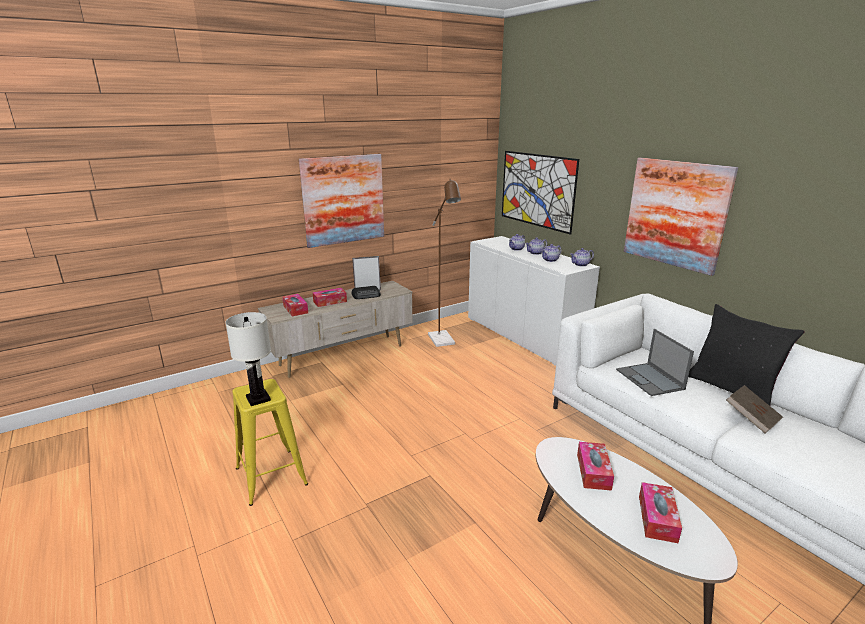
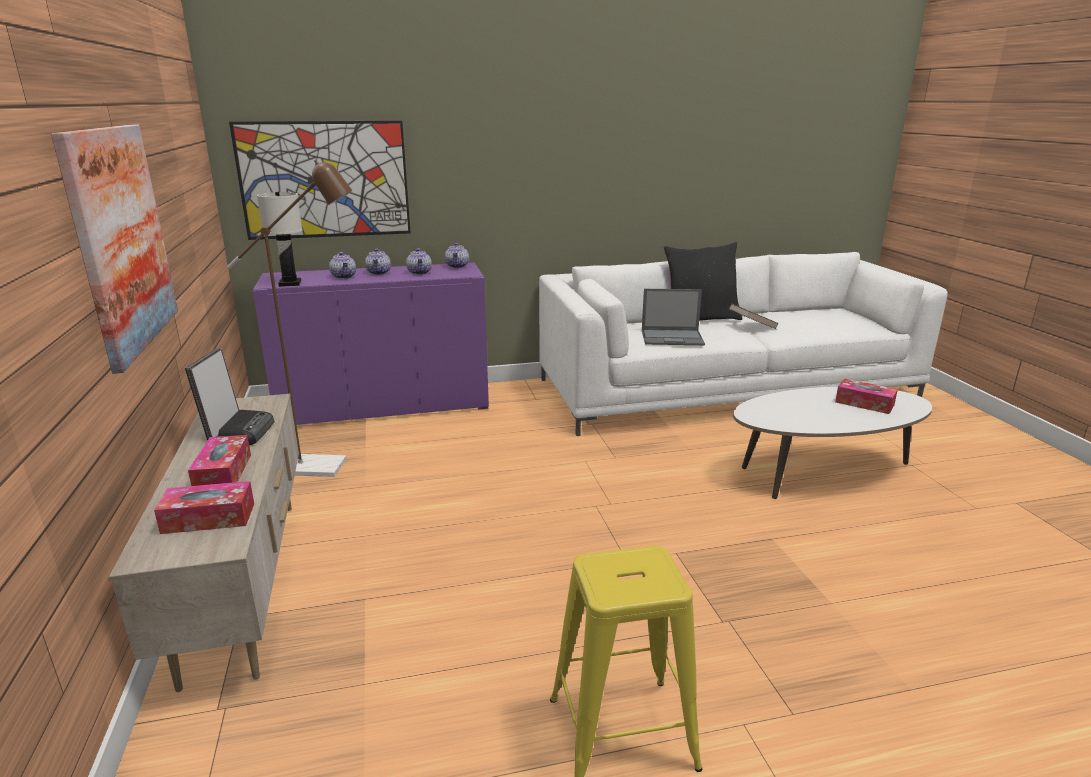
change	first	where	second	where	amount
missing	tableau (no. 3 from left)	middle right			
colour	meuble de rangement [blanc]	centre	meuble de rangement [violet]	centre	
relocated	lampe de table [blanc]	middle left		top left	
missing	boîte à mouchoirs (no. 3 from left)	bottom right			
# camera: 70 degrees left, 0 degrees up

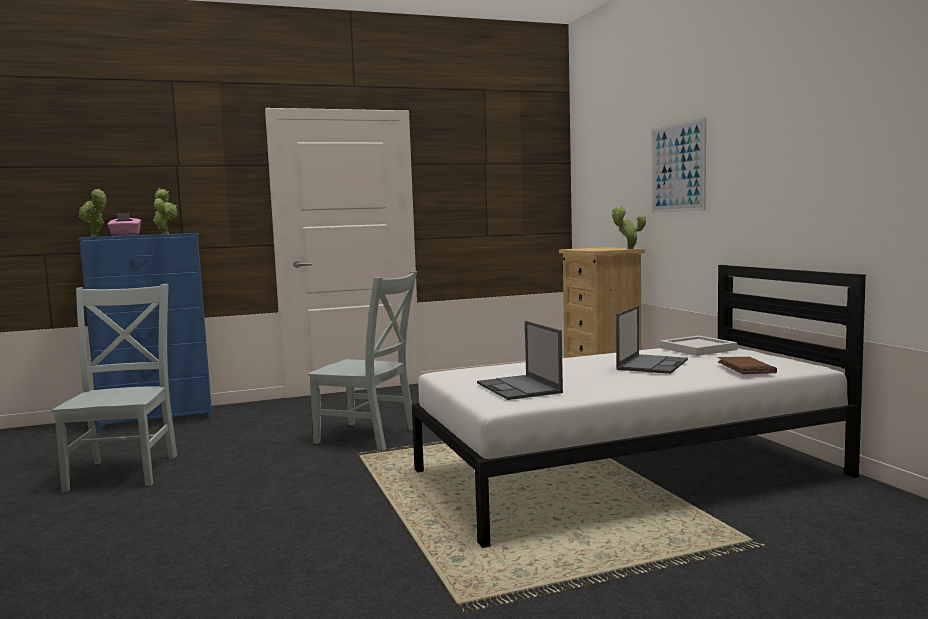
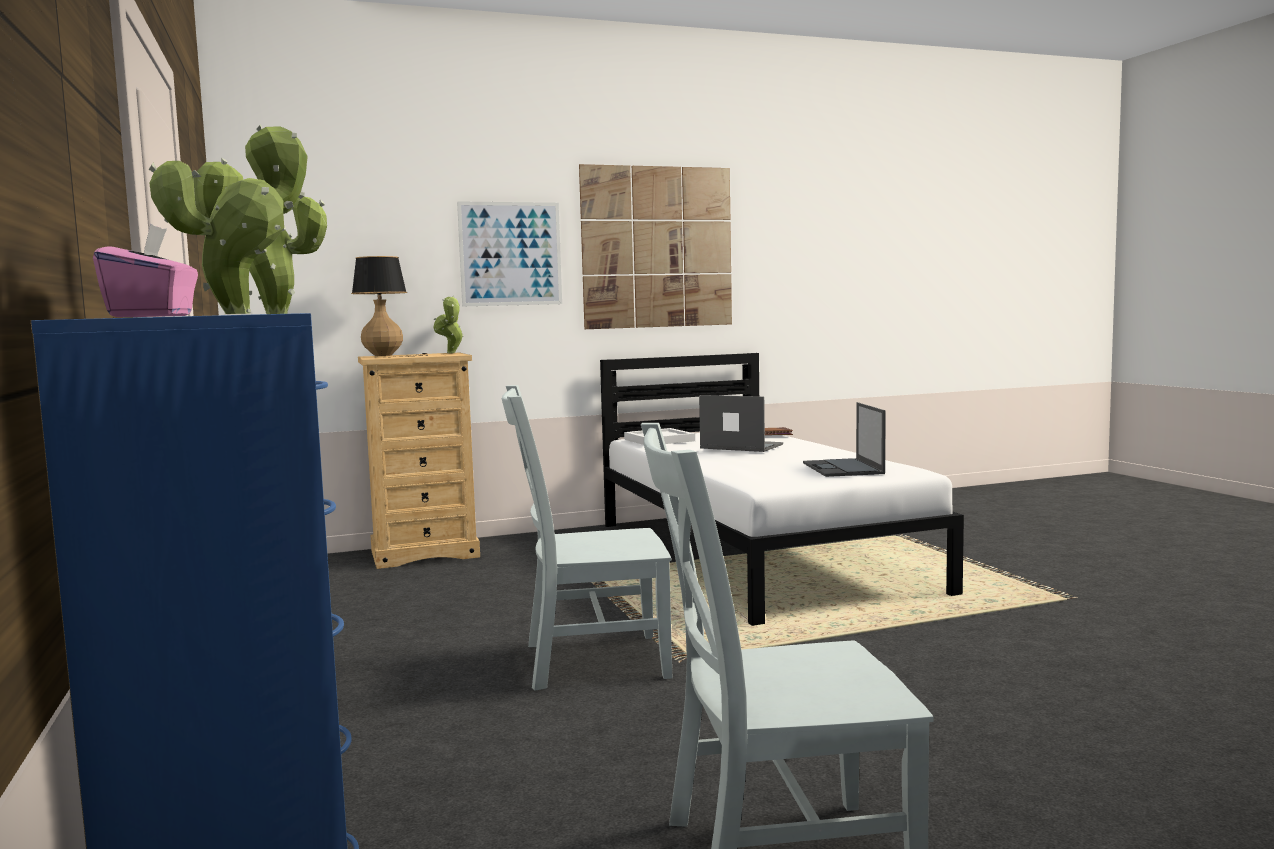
change	first	where	second	where	amount
spun	chaise [gris] (no. 2 from left in the first image)	centre	chaise [gris] (no. 1 from left)	centre	120 degrees counterclockwise
spun	ordinateur portable (no. 1 from left in the first image)	centre	ordinateur portable (no. 2 from left)	centre	105 degrees clockwise
appeared			tableau (no. 2 from left)	top centre	
appeared			lampe de table	middle left	
# camera: 90 degrees left, 0 degrees up

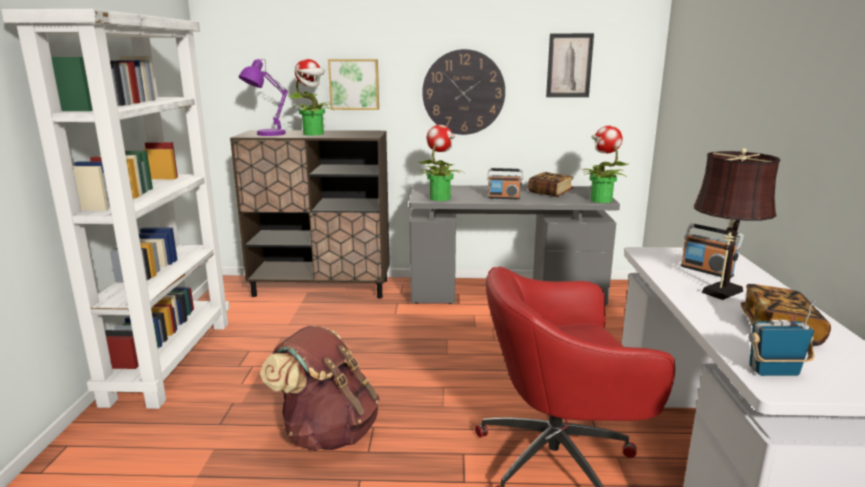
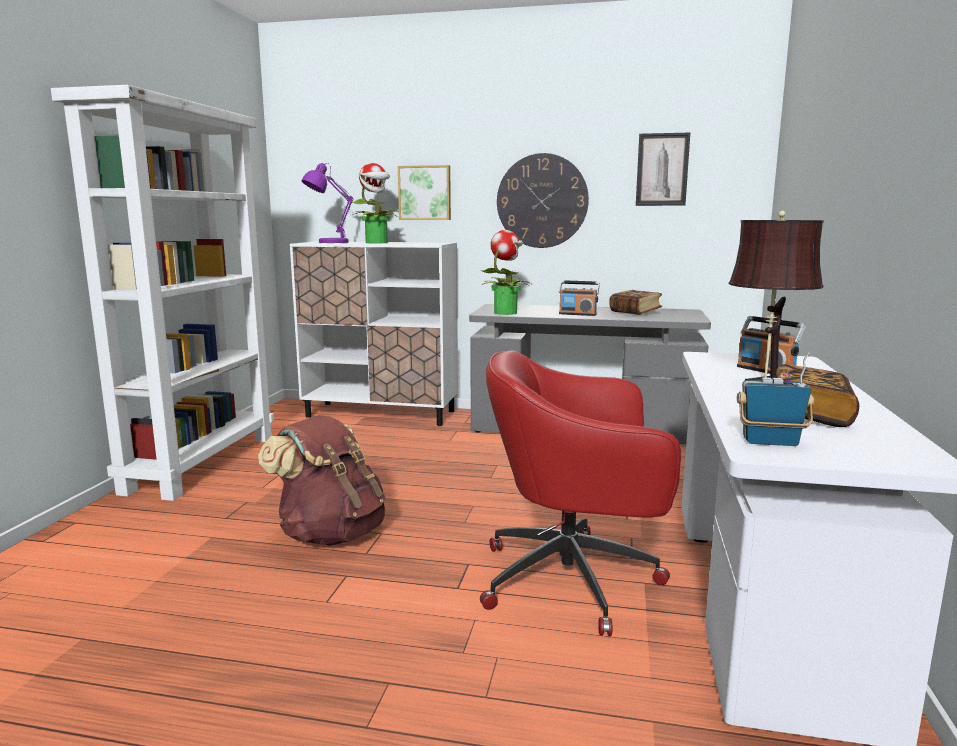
change	first	where	second	where	amount
missing	plante en pot (no. 3 from left)	middle right			
colour	meuble de rangement [marron]	centre	meuble de rangement [blanc]	centre	
# camera: 10 degrees right, 5 degrees down

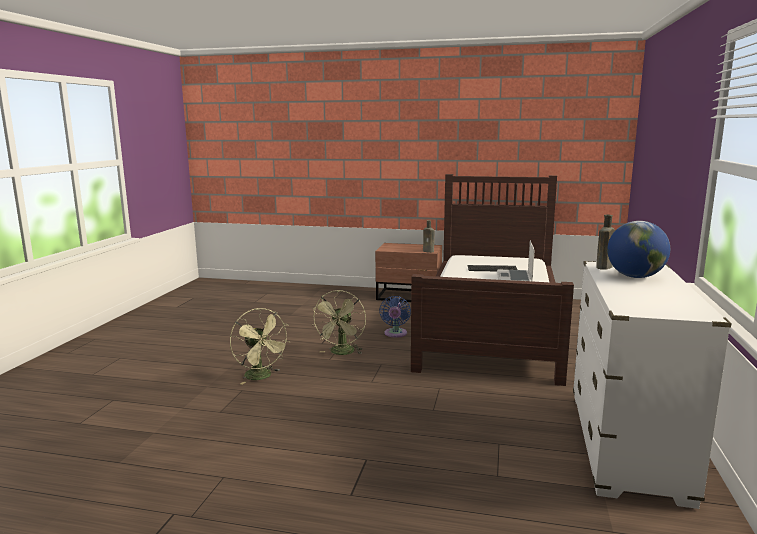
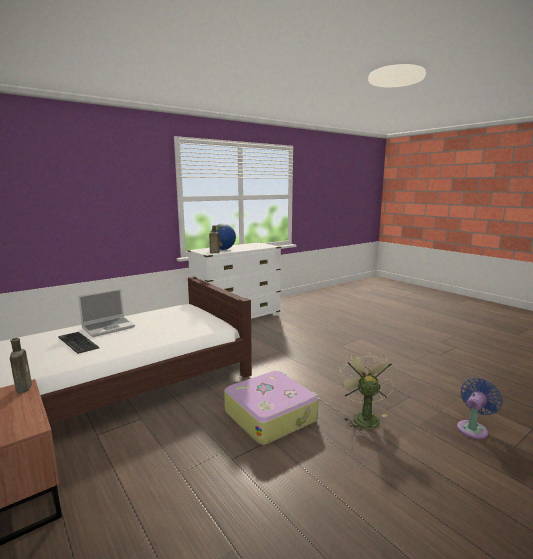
change	first	where	second	where	amount
exchanged	ventilateur [vert] (no. 2 from left)	centre	valise	bottom centre	
relocated	ventilateur [bleu]	centre		bottom right	
# camera: 140 degrees left, 0 degrees up

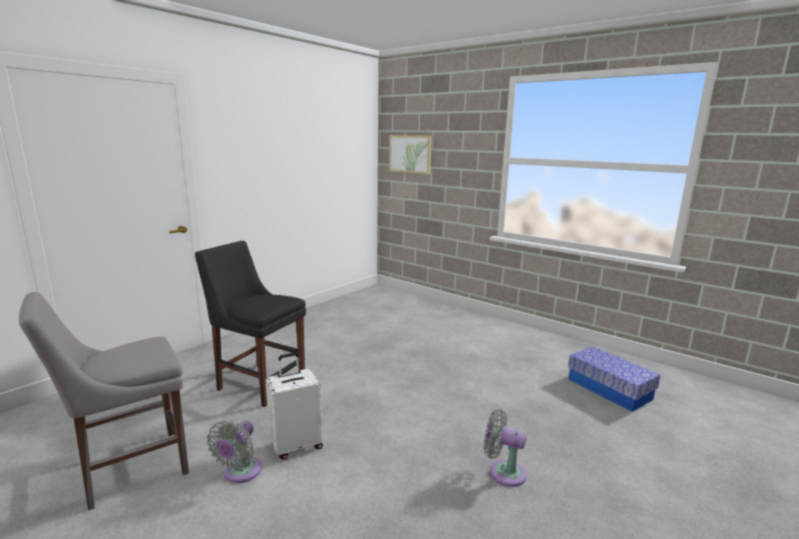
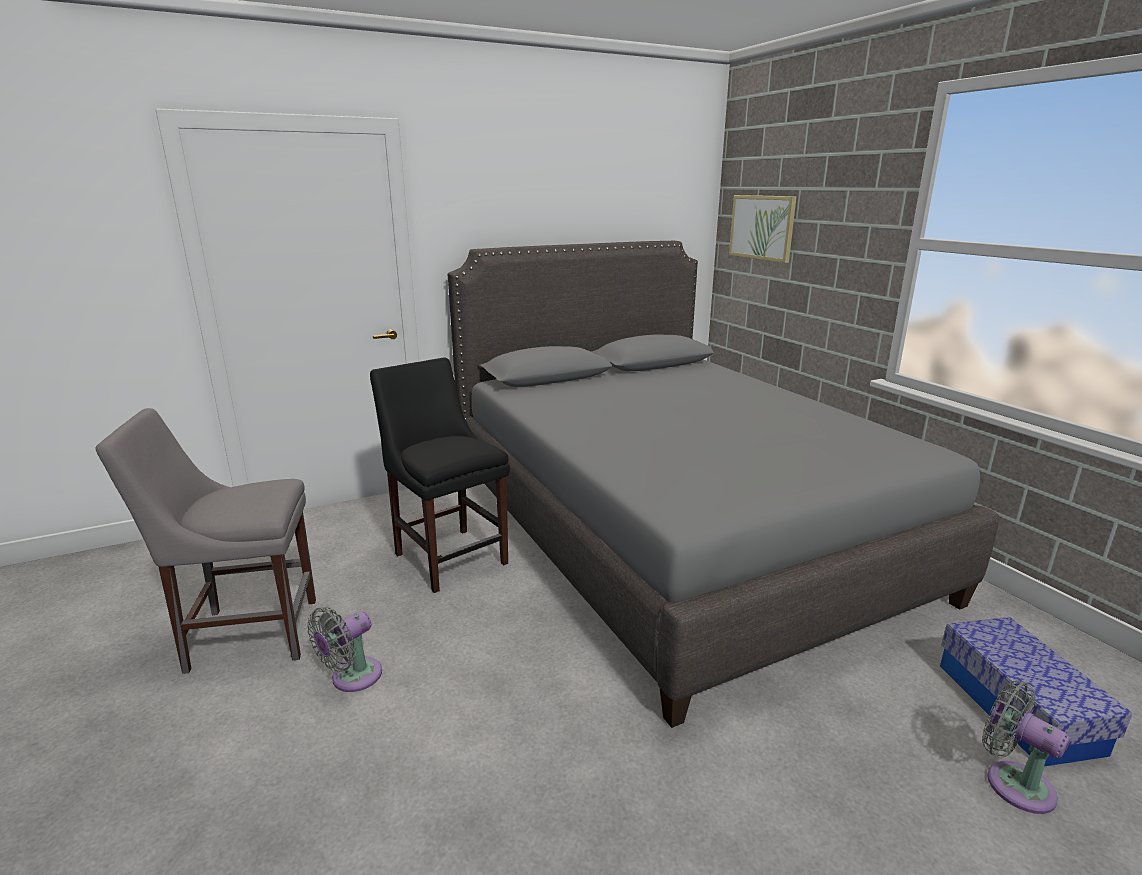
change	first	where	second	where	amount
missing	valise [blanc]	bottom centre			
relocated	ventilateur [gris] (no. 2 from left)	bottom centre		bottom right	
appeared			lit [gris]	centre	
# camera: 25 degrees right, 5 degrees up

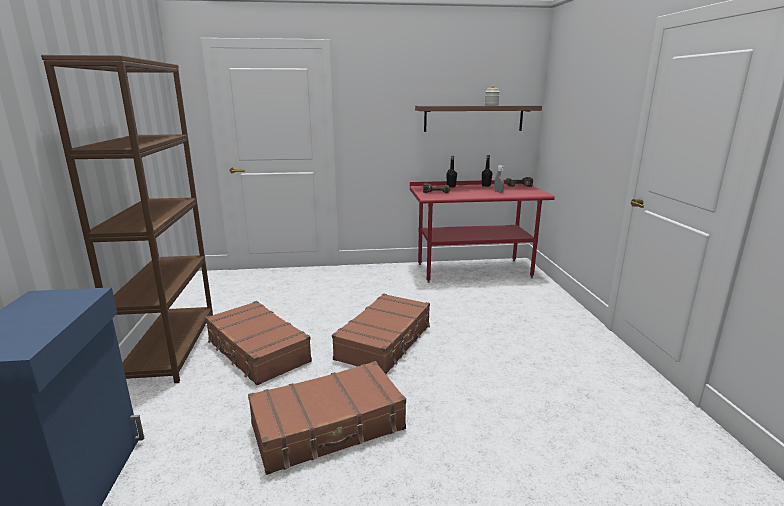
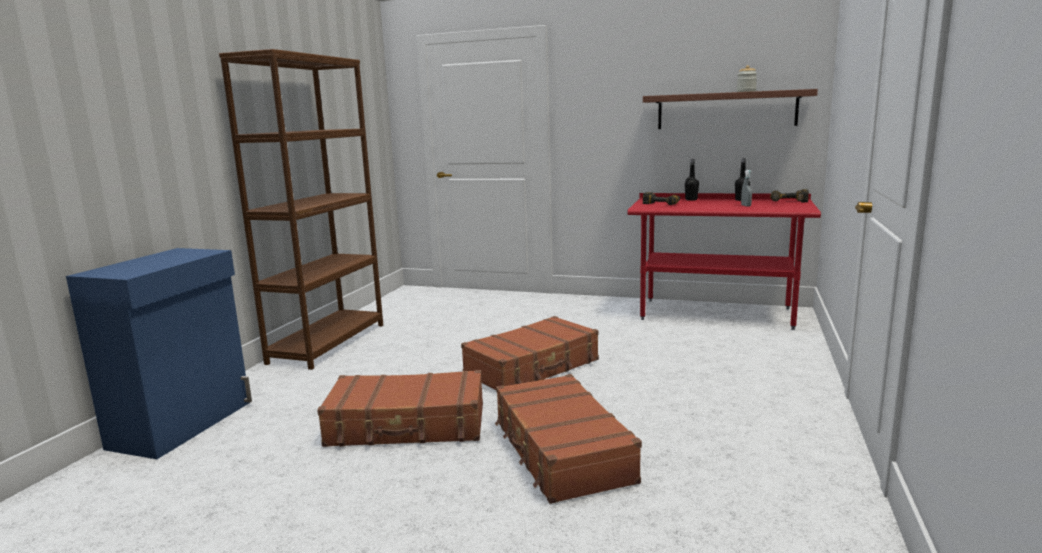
change	first	where	second	where	amount
relocated	valise [marron] (no. 1 from left in the first image)	bottom left	valise [marron] (no. 3 from left)	bottom centre	
# camera: 25 degrees right, 5 degrees down

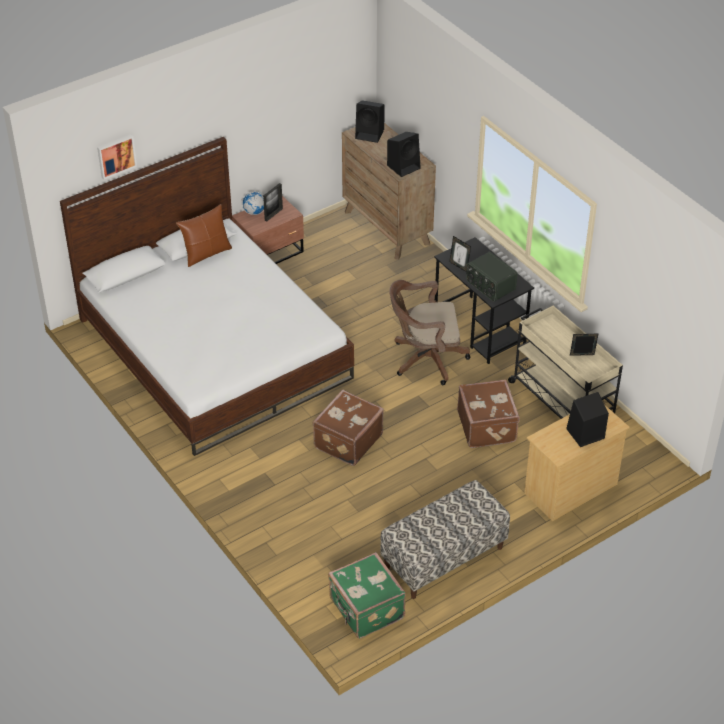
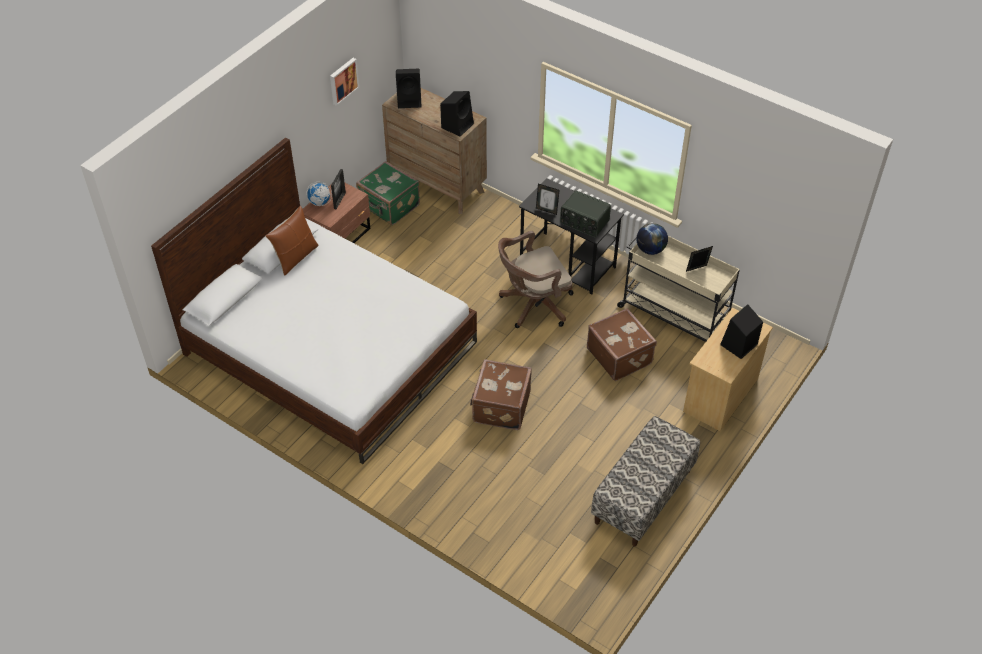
change	first	where	second	where	amount
relocated	tableau	top left		top centre	
relocated	valise [vert]	bottom centre		top centre	
appeared			globe (no. 2 from left)	centre	
# camera: 20 degrees left, 5 degrees up

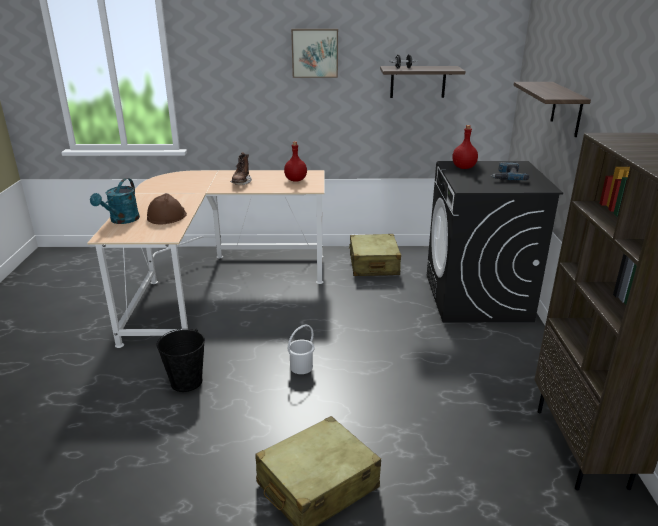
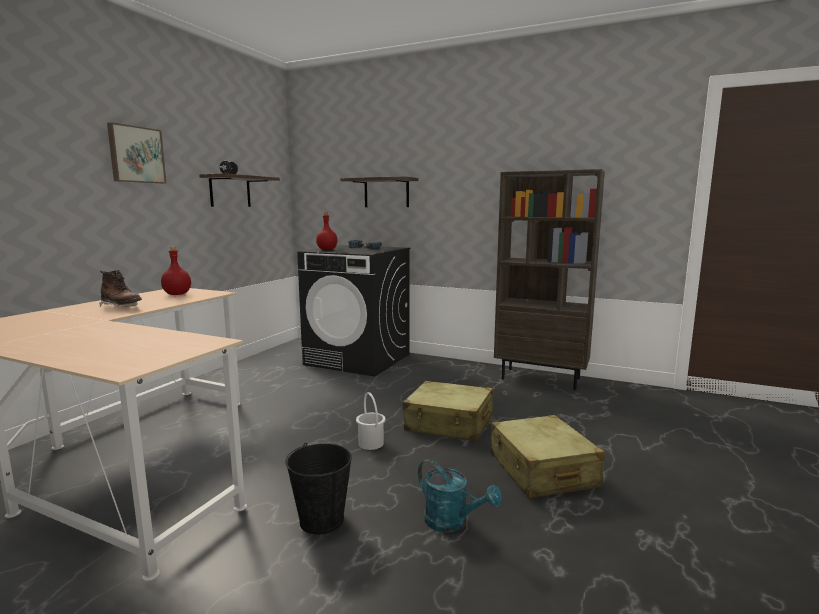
change	first	where	second	where	amount
relocated	arrosoir [turquoise]	middle left		bottom centre	
missing	casque de chantier [marron]	middle left			
relocated	valise [beige] (no. 2 from left in the first image)	centre	valise [beige] (no. 1 from left)	bottom centre	
# camera: 65 degrees left, 15 degrees down

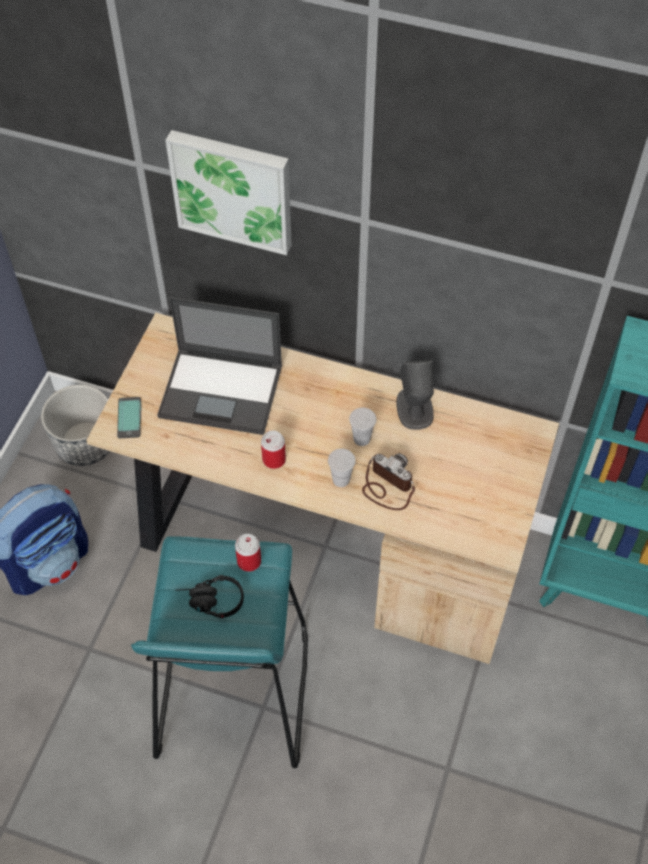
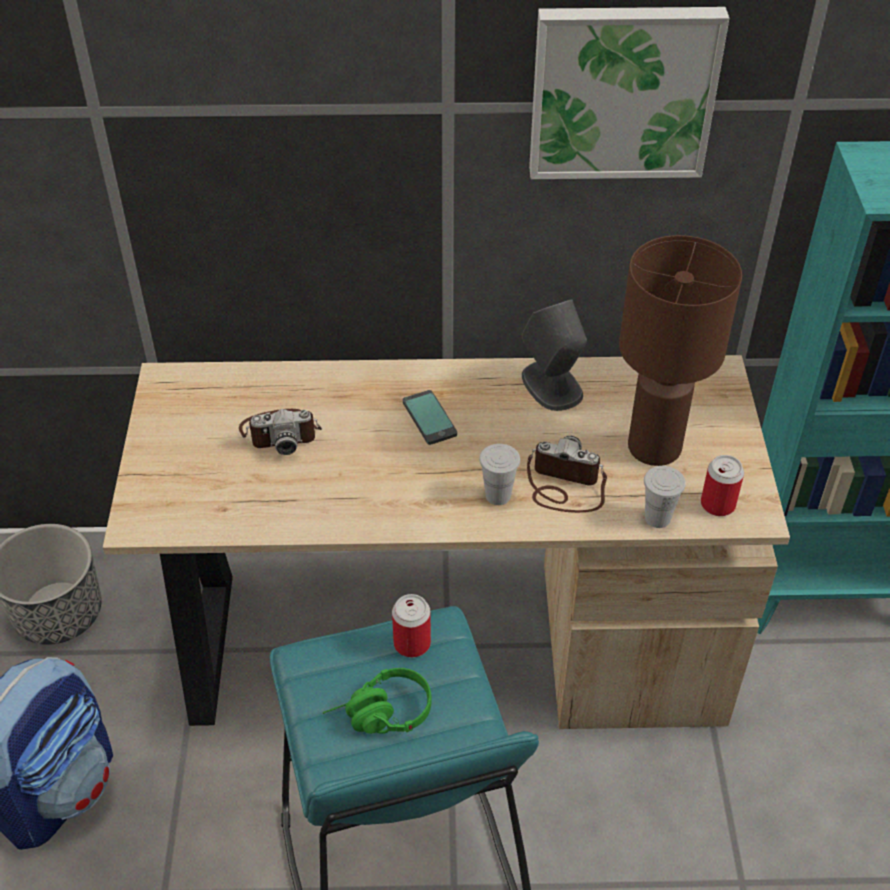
change	first	where	second	where	amount
relocated	tableau	top centre		top right	
exchanged	ordinateur portable	centre	appareil photo (no. 1 from left)	middle left	
relocated	téléphone	middle left		centre	
relocated	tasse [blanc] (no. 2 from left)	centre		middle right	
relocated	boîte métallique (no. 2 from left)	centre		middle right	
colour	casque audio [noir]	bottom left	casque audio [vert]	bottom centre	
appeared			lampe de table [marron]	middle right	
# camera: 20 degrees left, 10 degrees down

